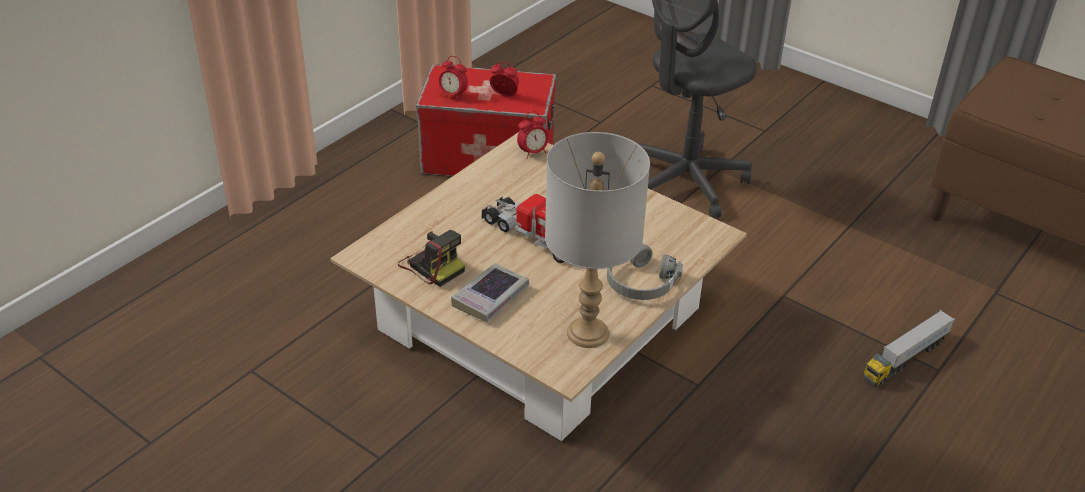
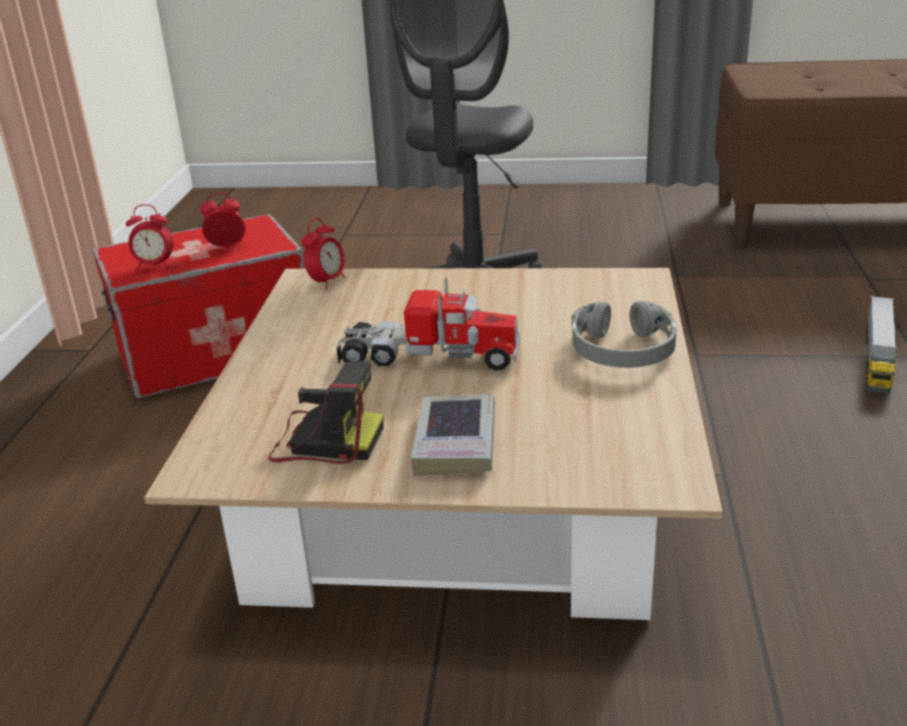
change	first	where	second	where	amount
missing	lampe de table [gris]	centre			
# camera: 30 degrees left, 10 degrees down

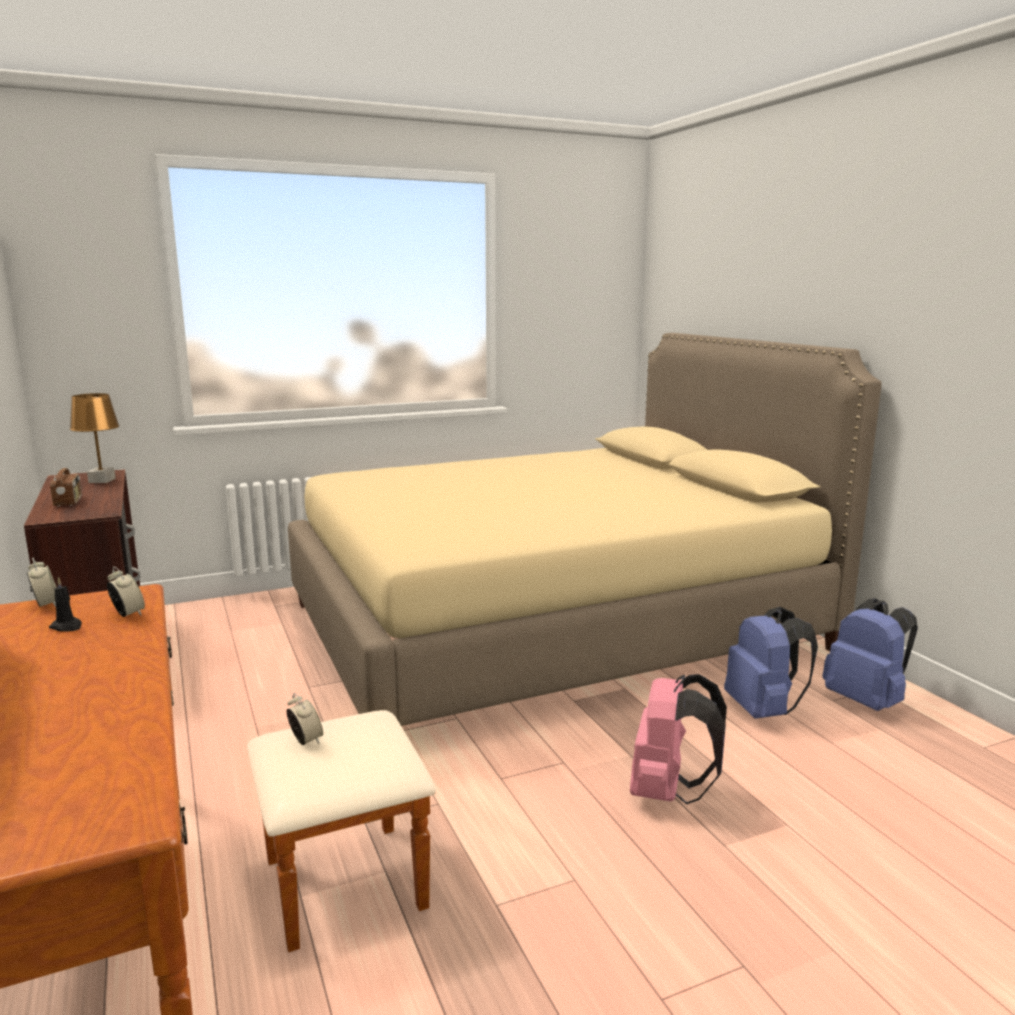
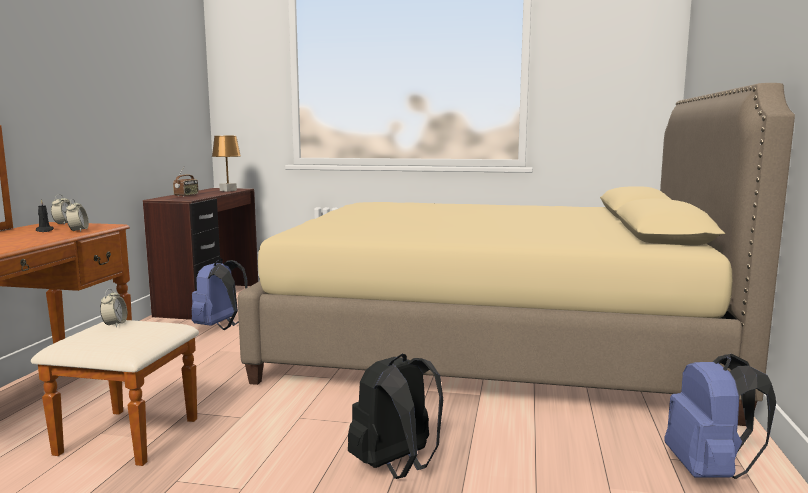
change	first	where	second	where	amount
relocated	sac à dos [bleu] (no. 1 from left)	middle right		middle left	
colour	sac à dos [rose]	bottom right	sac à dos [noir]	bottom centre	
# camera: 35 degrees right, 5 degrees down

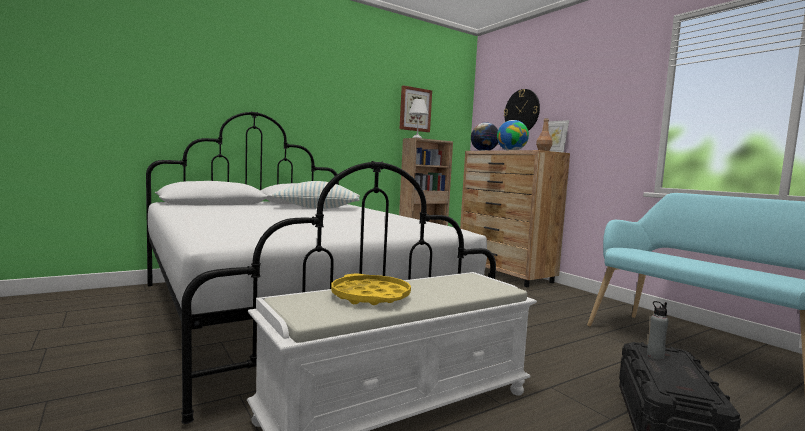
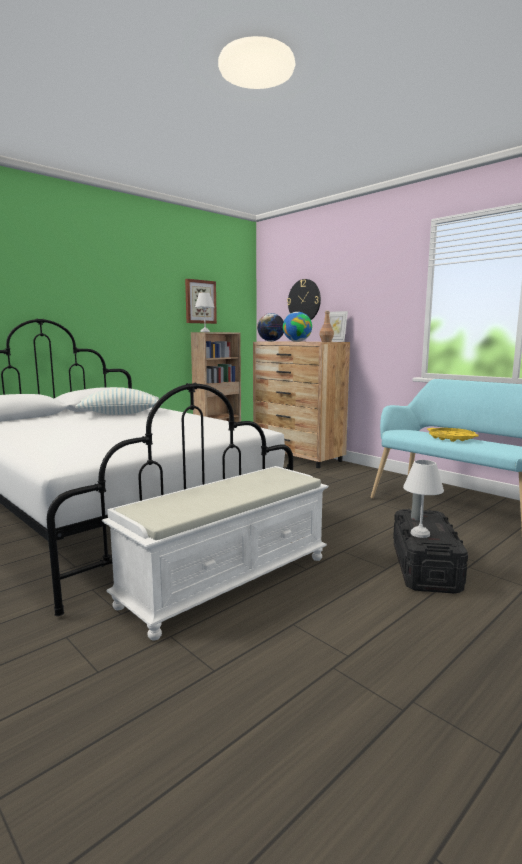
change	first	where	second	where	amount
relocated	plateau [jaune]	bottom centre		middle right	
appeared			lampe de table [blanc] (no. 2 from left)	middle right	
# camera: 10 degrees left, 5 degrees up

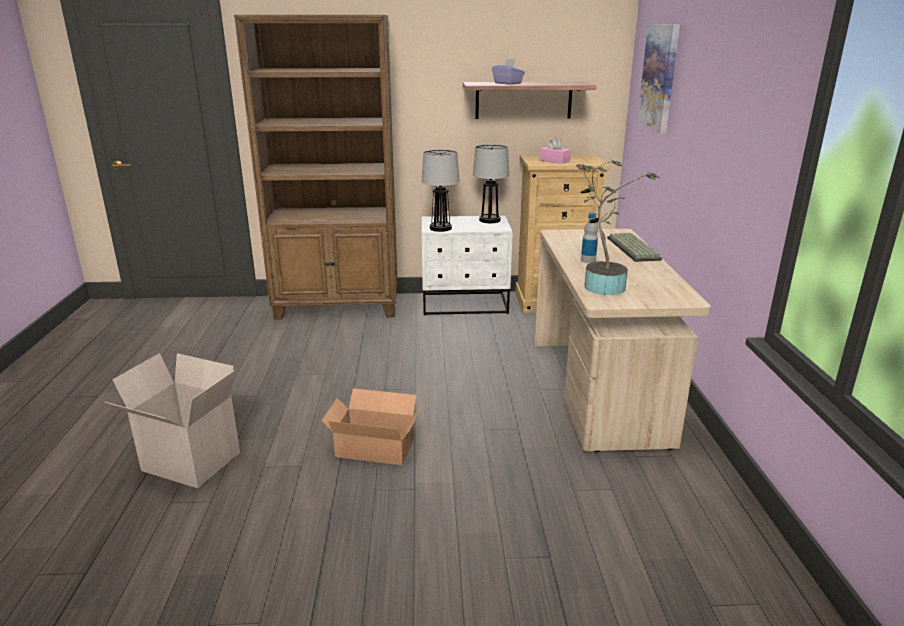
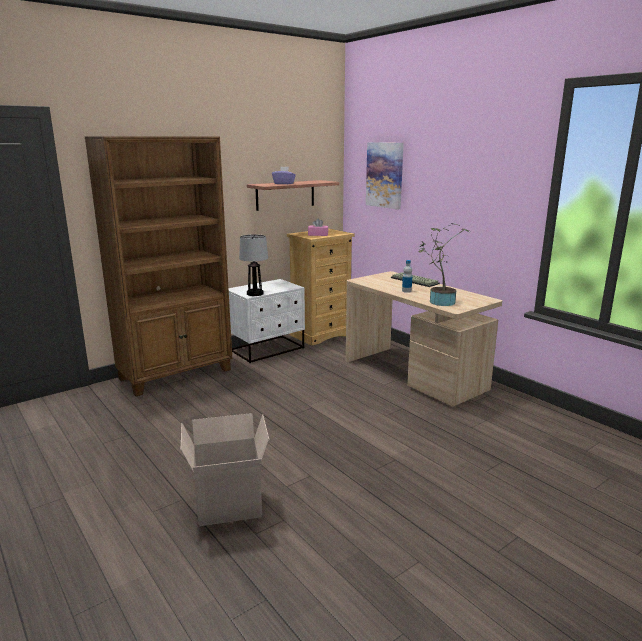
change	first	where	second	where	amount
missing	lampe de table (no. 2 from left)	top centre			
missing	carton (no. 2 from left)	bottom centre			
# camera: 35 degrees left, 5 degrees down

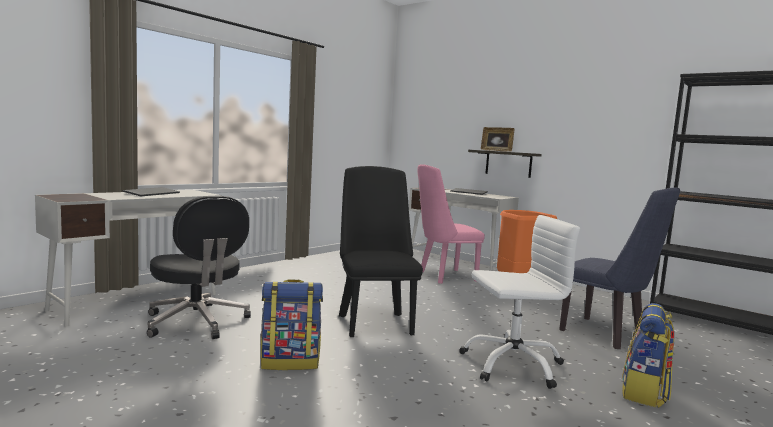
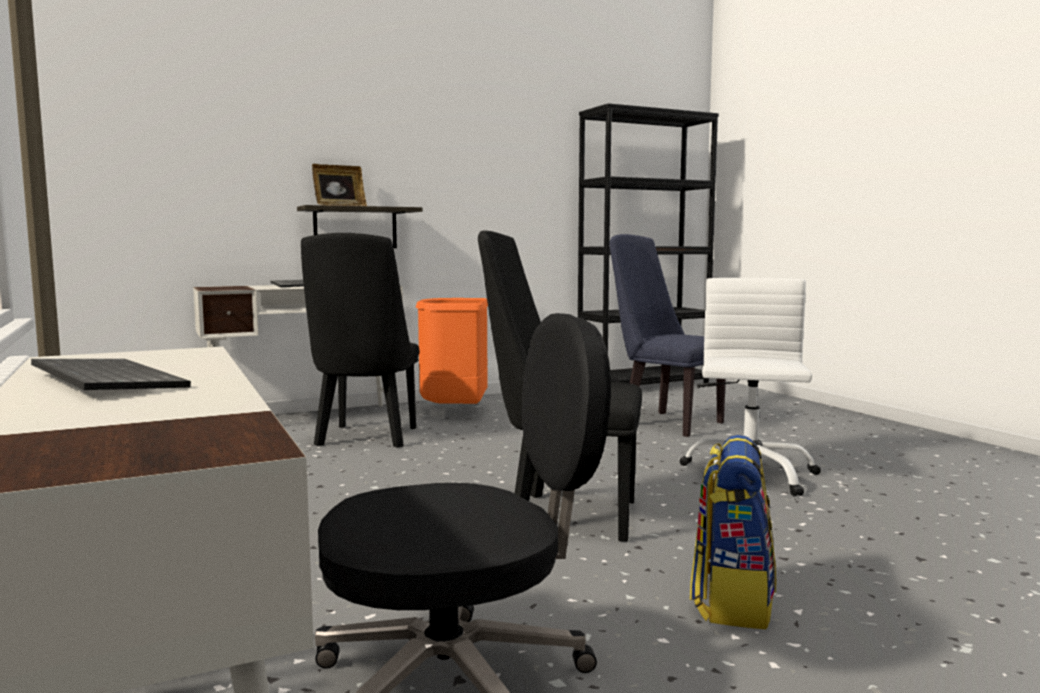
change	first	where	second	where	amount
colour	chaise [rose]	centre	chaise [noir] (no. 1 from left)	centre	
spun	chaise [bleu]	middle right		centre	120 degrees counterclockwise
missing	sac à dos (no. 2 from left)	bottom right			
# camera: 65 degrees left, 0 degrees up

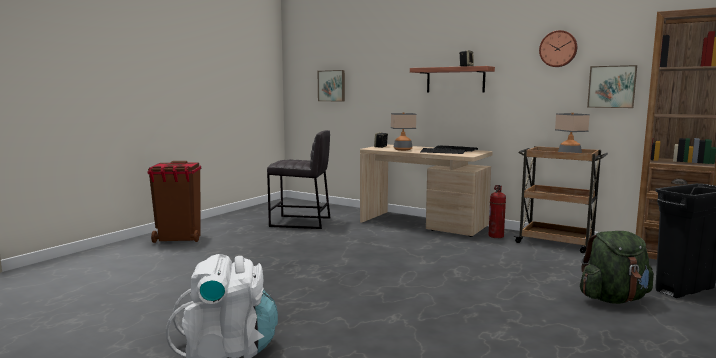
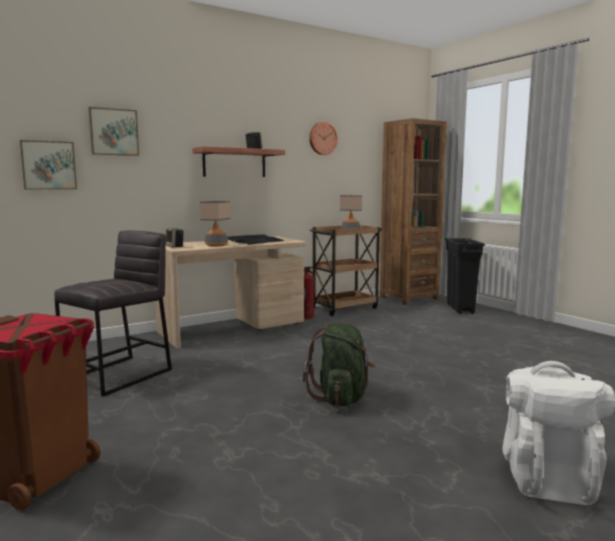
change	first	where	second	where	amount
relocated	tableau (no. 2 from left)	top right		top left	
relocated	sac à dos [vert]	bottom right		bottom centre	
# camera: 65 degrees left, 0 degrees up

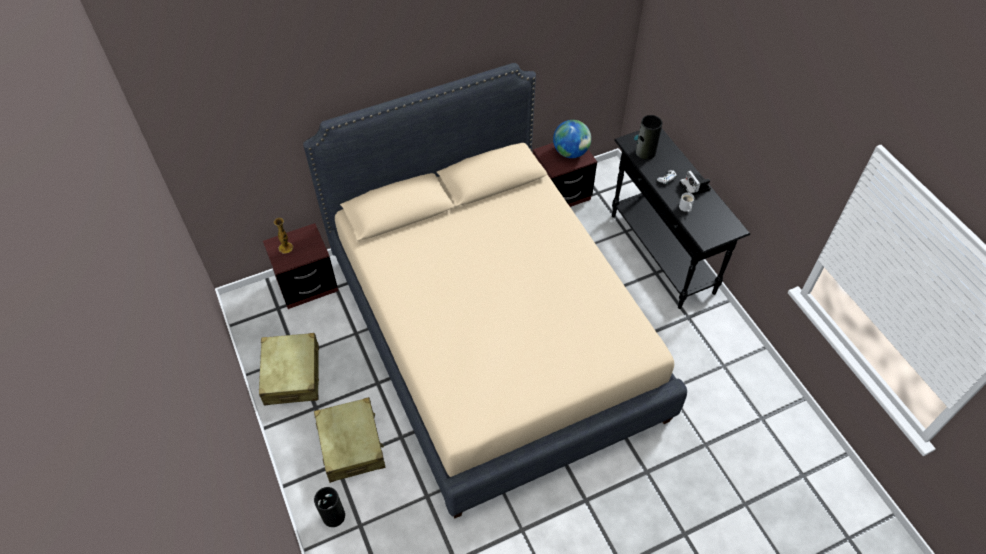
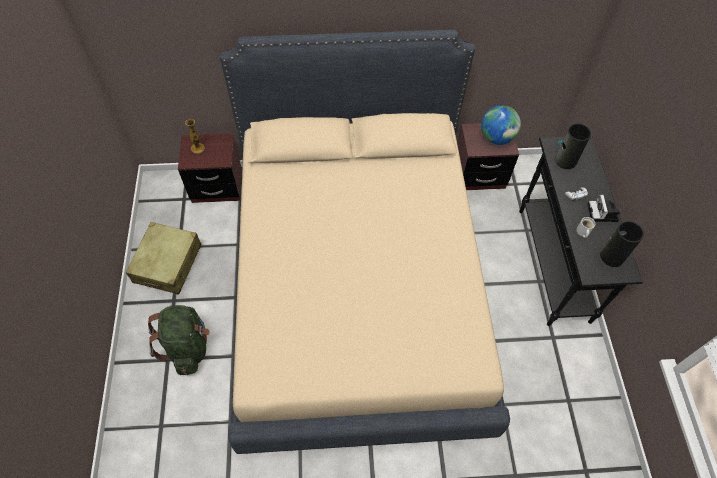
change	first	where	second	where	amount
exchanged	valise [beige] (no. 2 from left)	bottom centre	sac à dos [vert]	bottom left	
relocated	vase (no. 2 from left in the first image)	bottom centre	vase (no. 3 from left)	middle right	
# camera: 20 degrees right, 5 degrees up

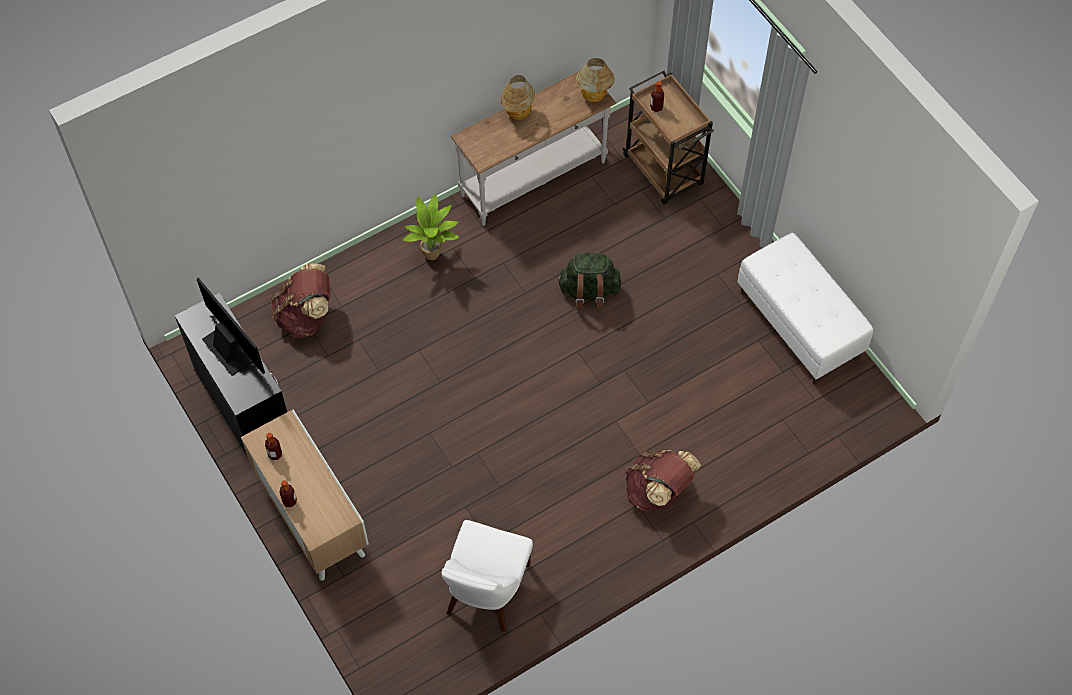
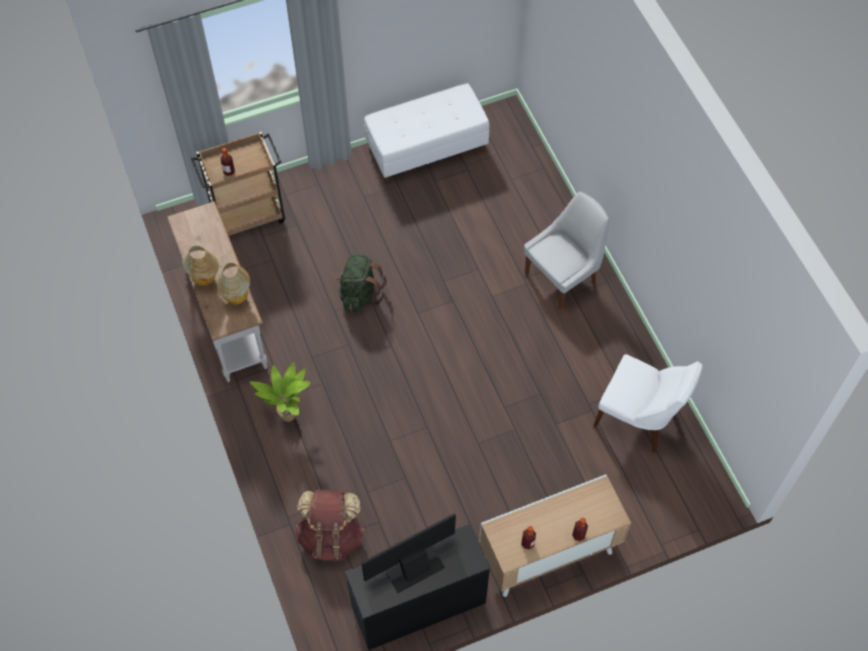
change	first	where	second	where	amount
relocated	lampe de table (no. 2 from left)	top centre		middle left	
exchanged	sac à dos [marron] (no. 2 from left)	bottom centre	chaise [blanc] (no. 1 from left)	centre	
# camera: 80 degrees left, 0 degrees up

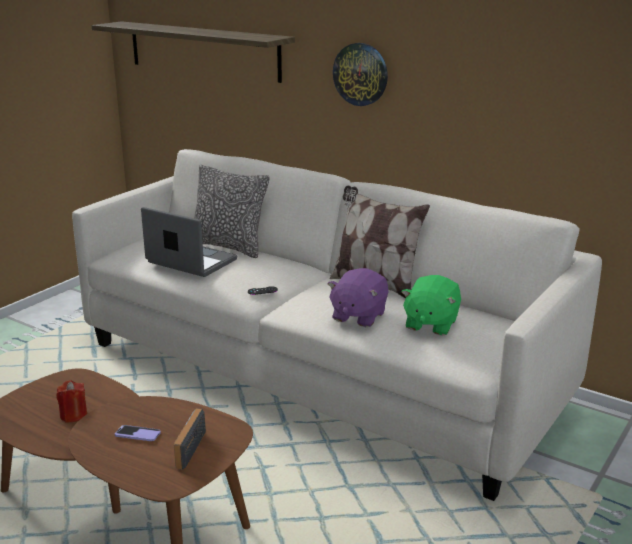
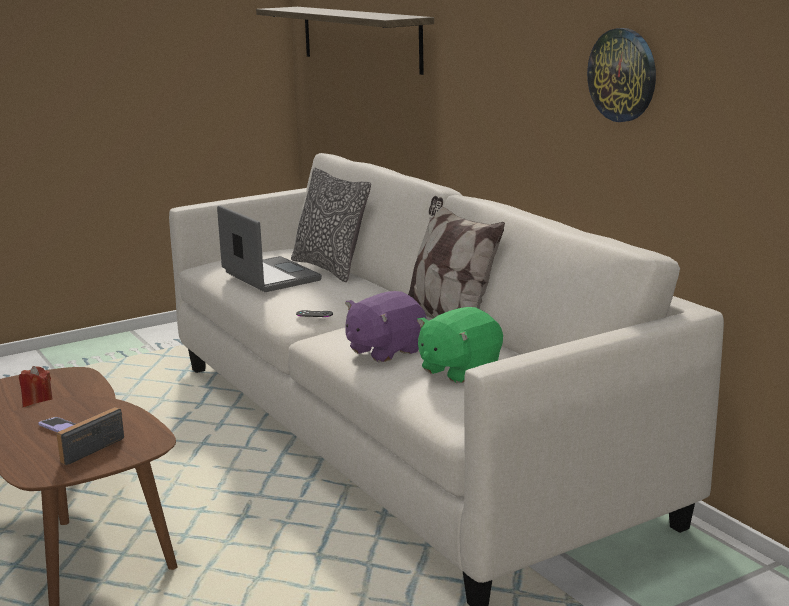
change	first	where	second	where	amount
relocated	horloge murale	top centre		top right	
# camera: 25 degrees right, 5 degrees down

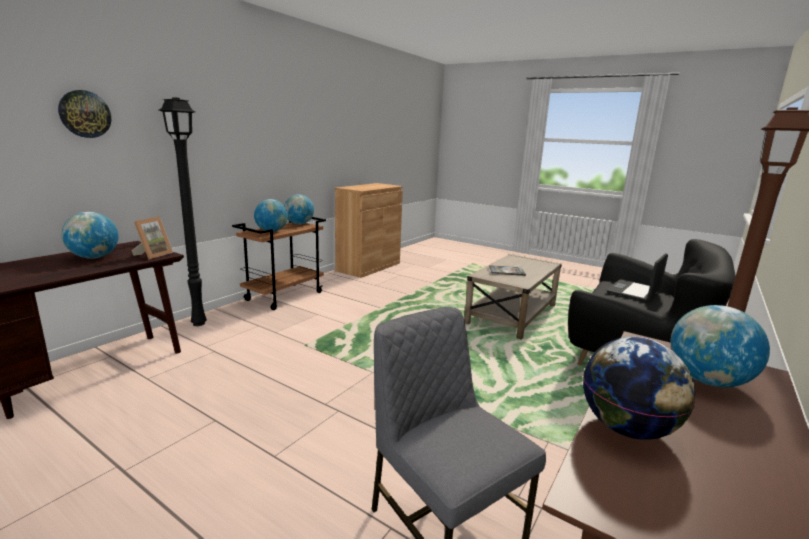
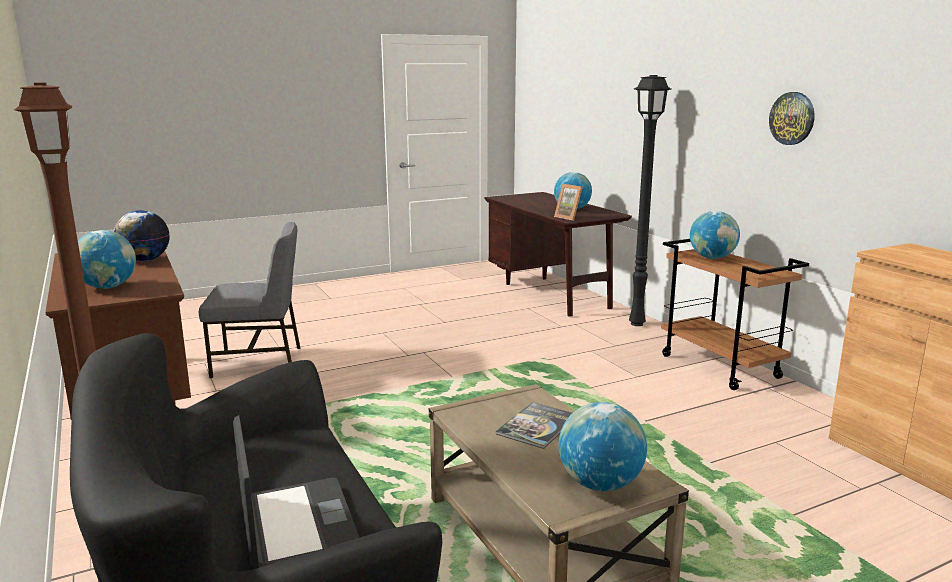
change	first	where	second	where	amount
relocated	horloge murale	top left		top right	
relocated	globe (no. 3 from left in the first image)	centre	globe (no. 4 from left)	bottom centre	
# camera: 120 degrees right, 0 degrees up

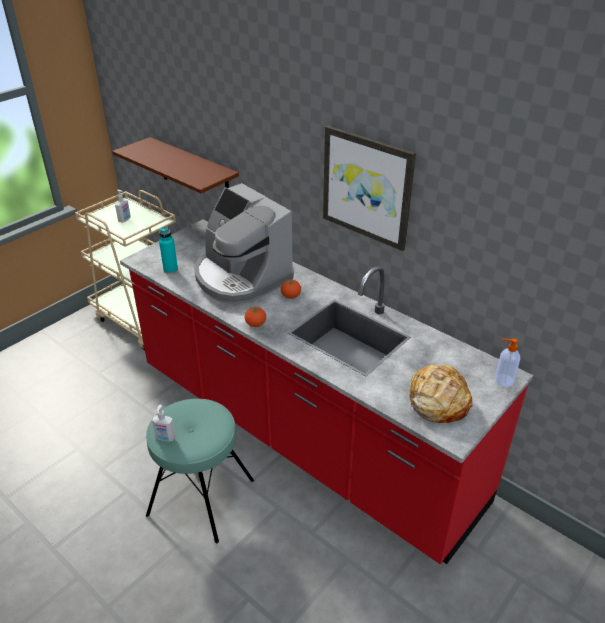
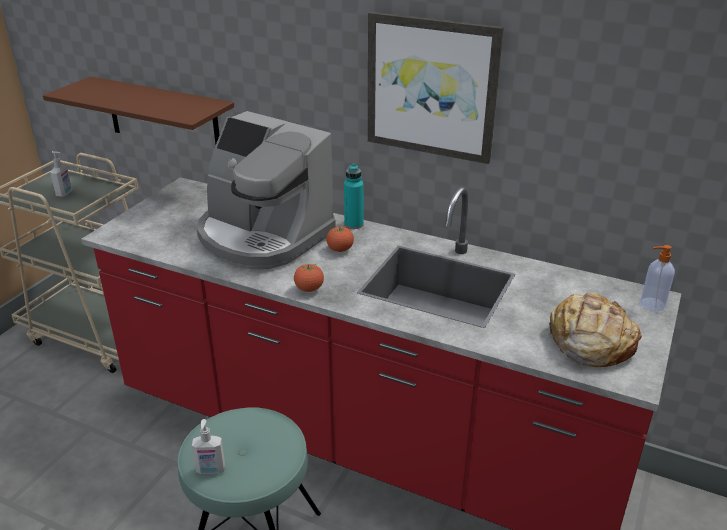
change	first	where	second	where	amount
relocated	bouteille [turquoise]	middle left		centre	
# camera: 15 degrees left, 5 degrees down

